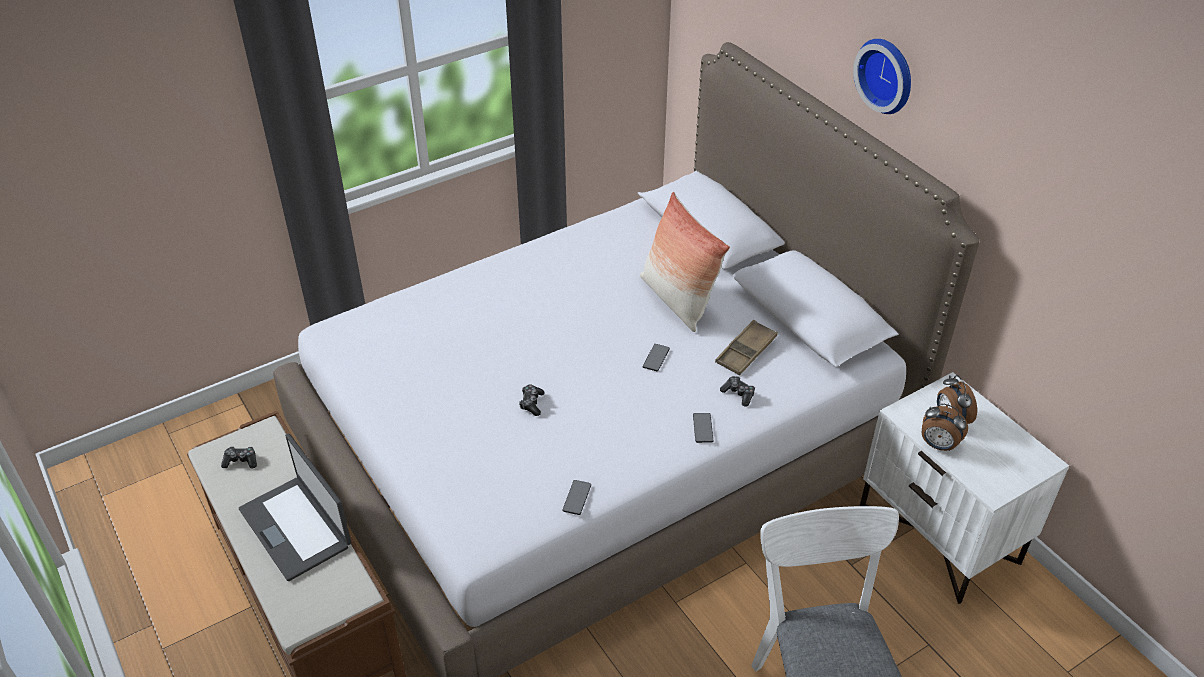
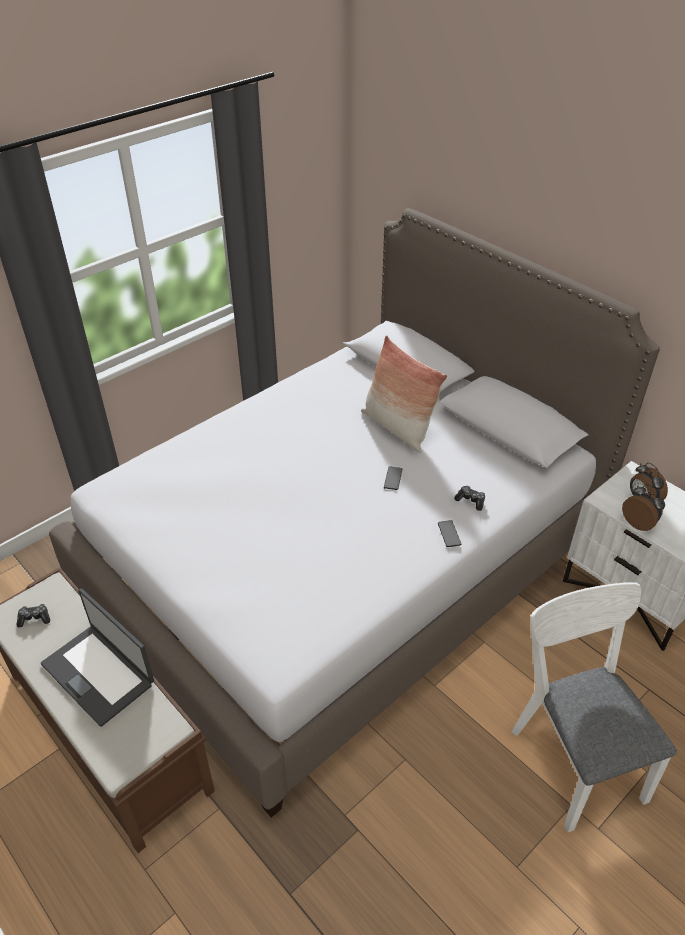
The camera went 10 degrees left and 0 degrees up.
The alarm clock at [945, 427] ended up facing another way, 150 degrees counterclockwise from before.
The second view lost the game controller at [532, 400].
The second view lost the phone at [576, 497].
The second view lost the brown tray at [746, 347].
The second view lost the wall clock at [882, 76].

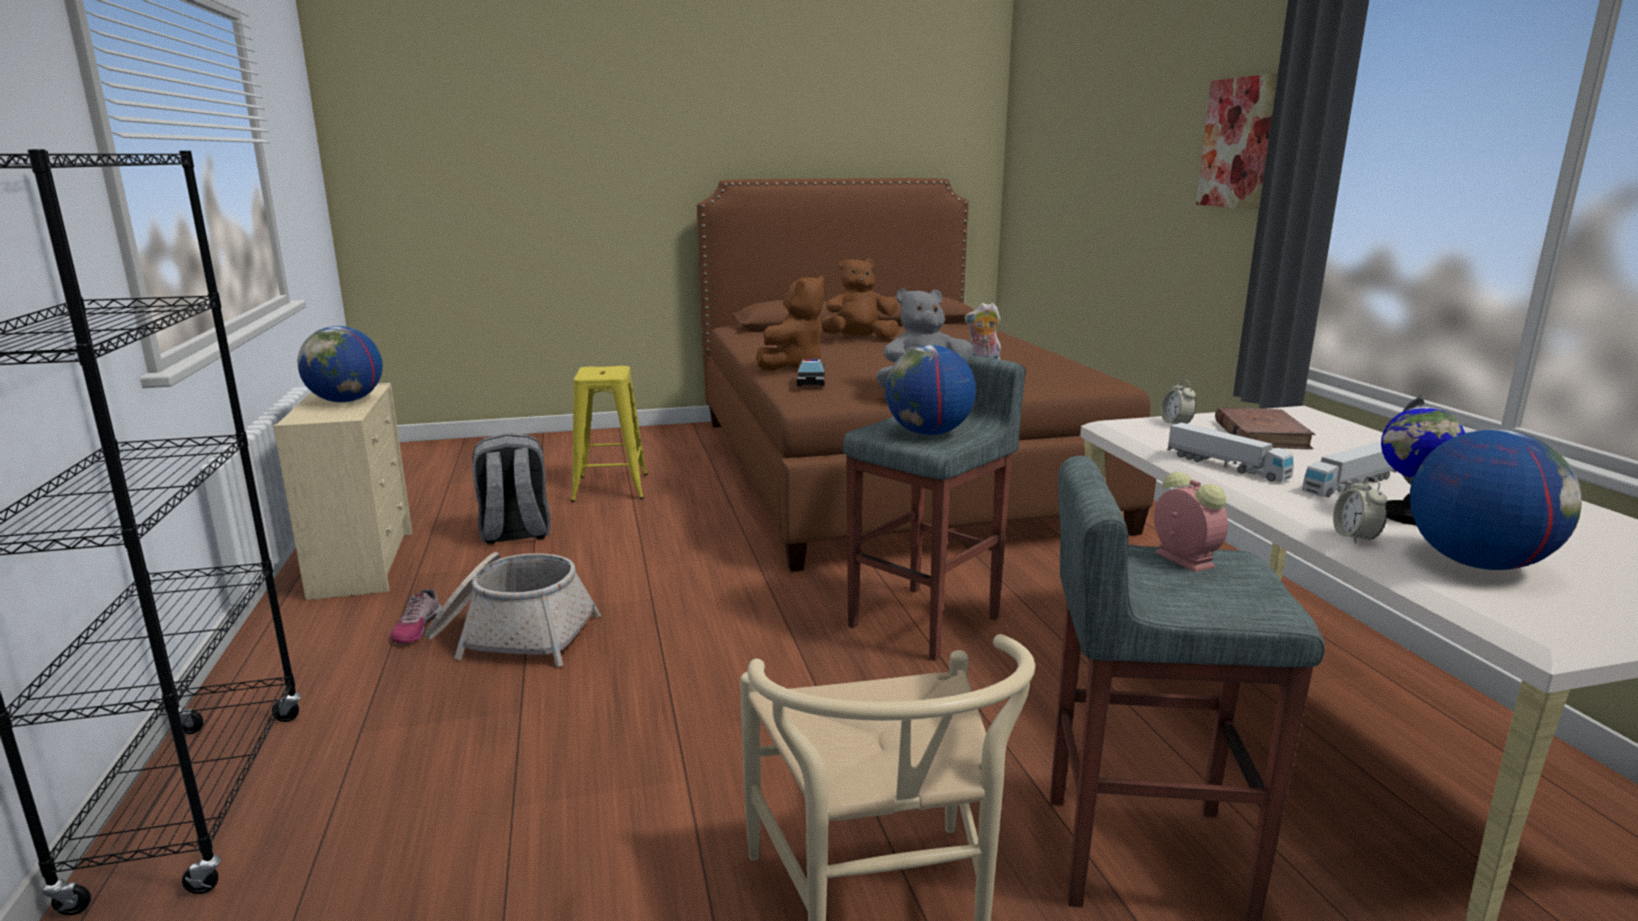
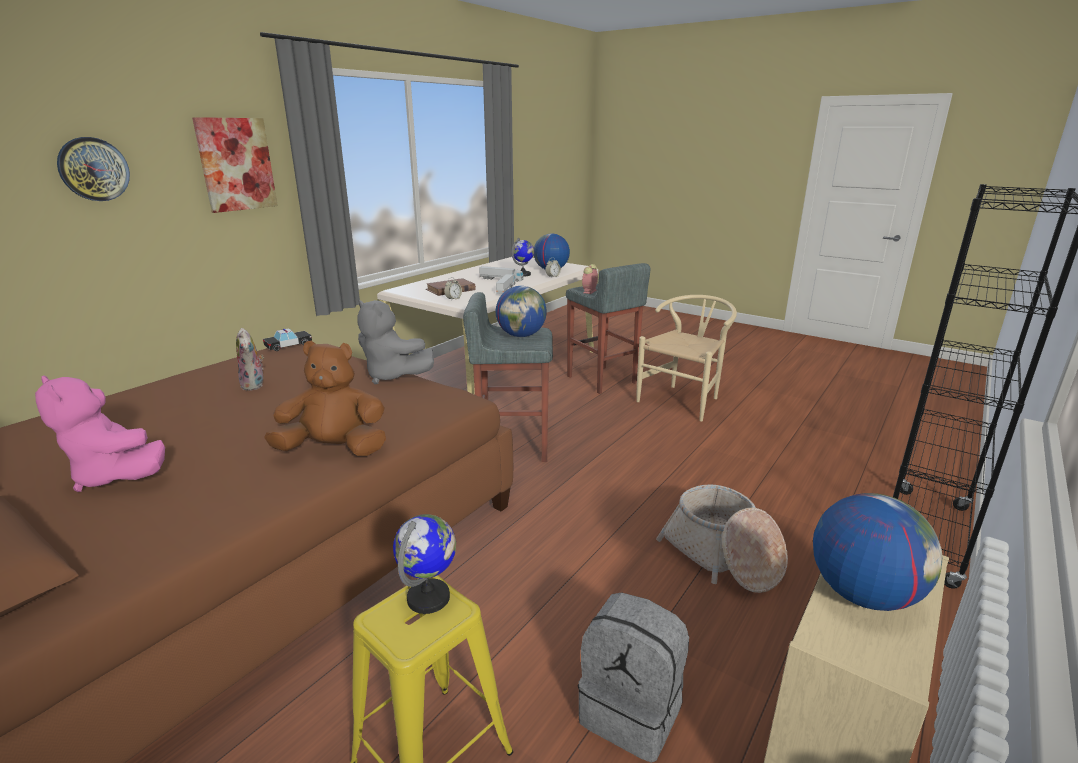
The camera went 130 degrees left and 5 degrees up.
What was the brown plush toy at [860, 298] turned into the pink plush toy at [100, 433].
The second view gained the wall clock at [93, 169].
The toy car ended up elsewhere, having gone from [811, 372] to [287, 339].
The second view gained the globe at [424, 564].
The second view lost the shoe at [416, 616].

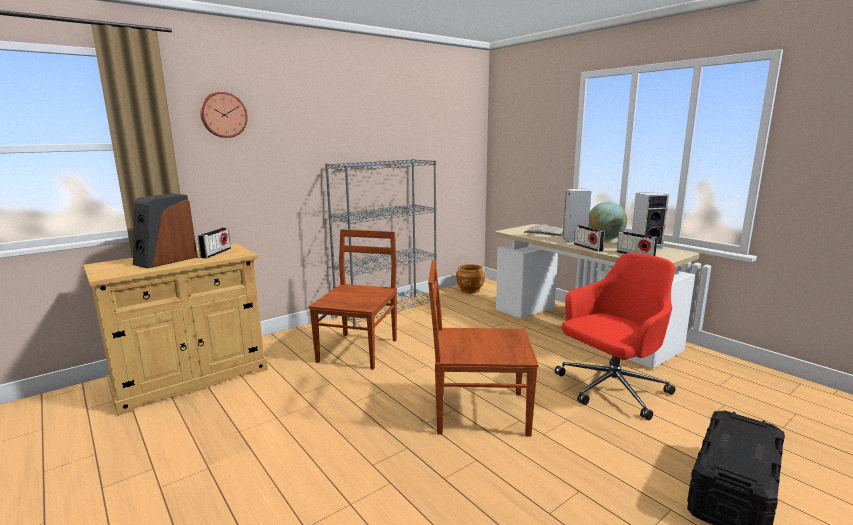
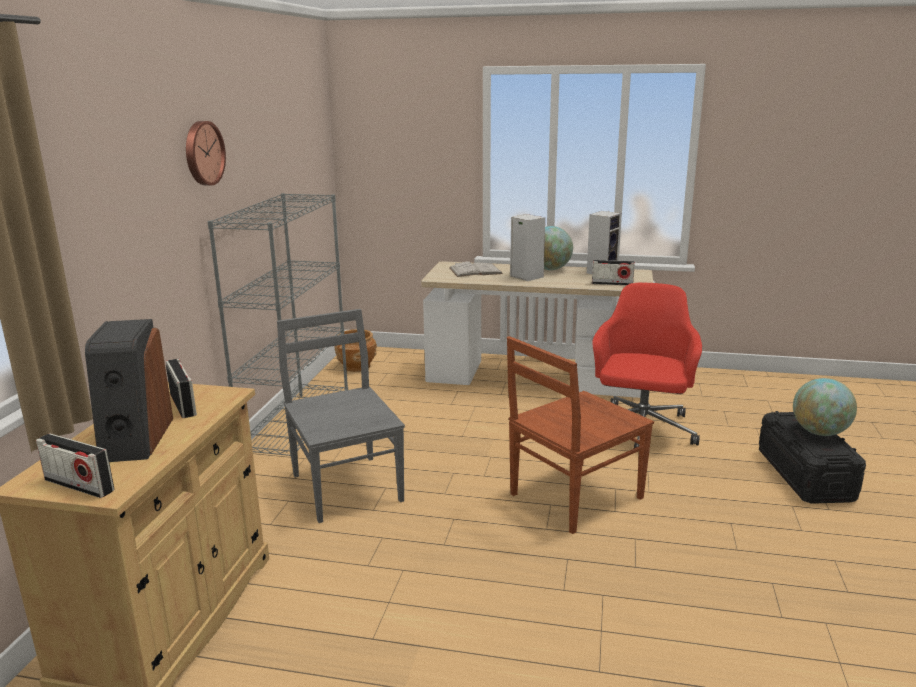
The camera went 40 degrees left and 5 degrees up.
The radio ended up elsewhere, having gone from [589, 238] to [75, 465].
The wall clock ended up elsewhere, having gone from [224, 115] to [206, 153].
What was the brown chair at [353, 299] turned into the grey chair at [341, 416].
The second view gained the globe at [825, 407].

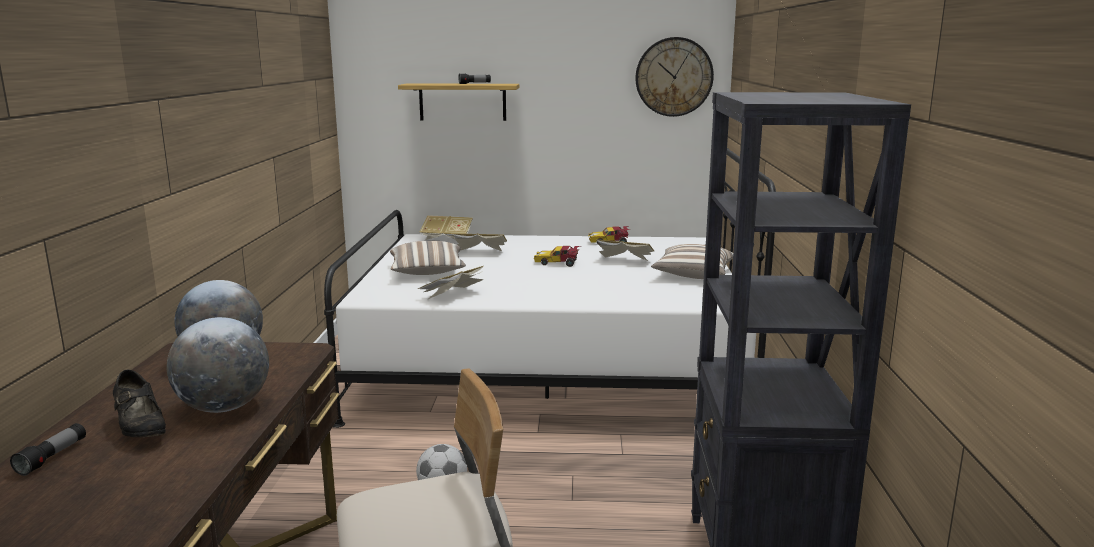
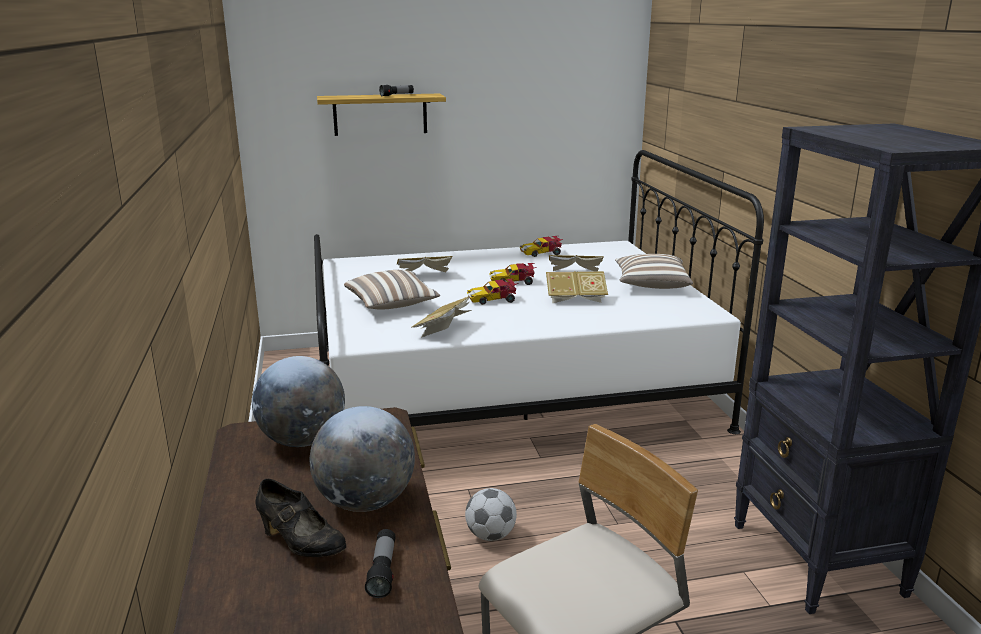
The camera went 15 degrees left and 5 degrees up.
The flashlight ended up elsewhere, having gone from [48, 449] to [380, 563].
The second view gained the toy car at [492, 292].
The book ended up elsewhere, having gone from [446, 227] to [577, 287].
The second view lost the wall clock at [674, 77].

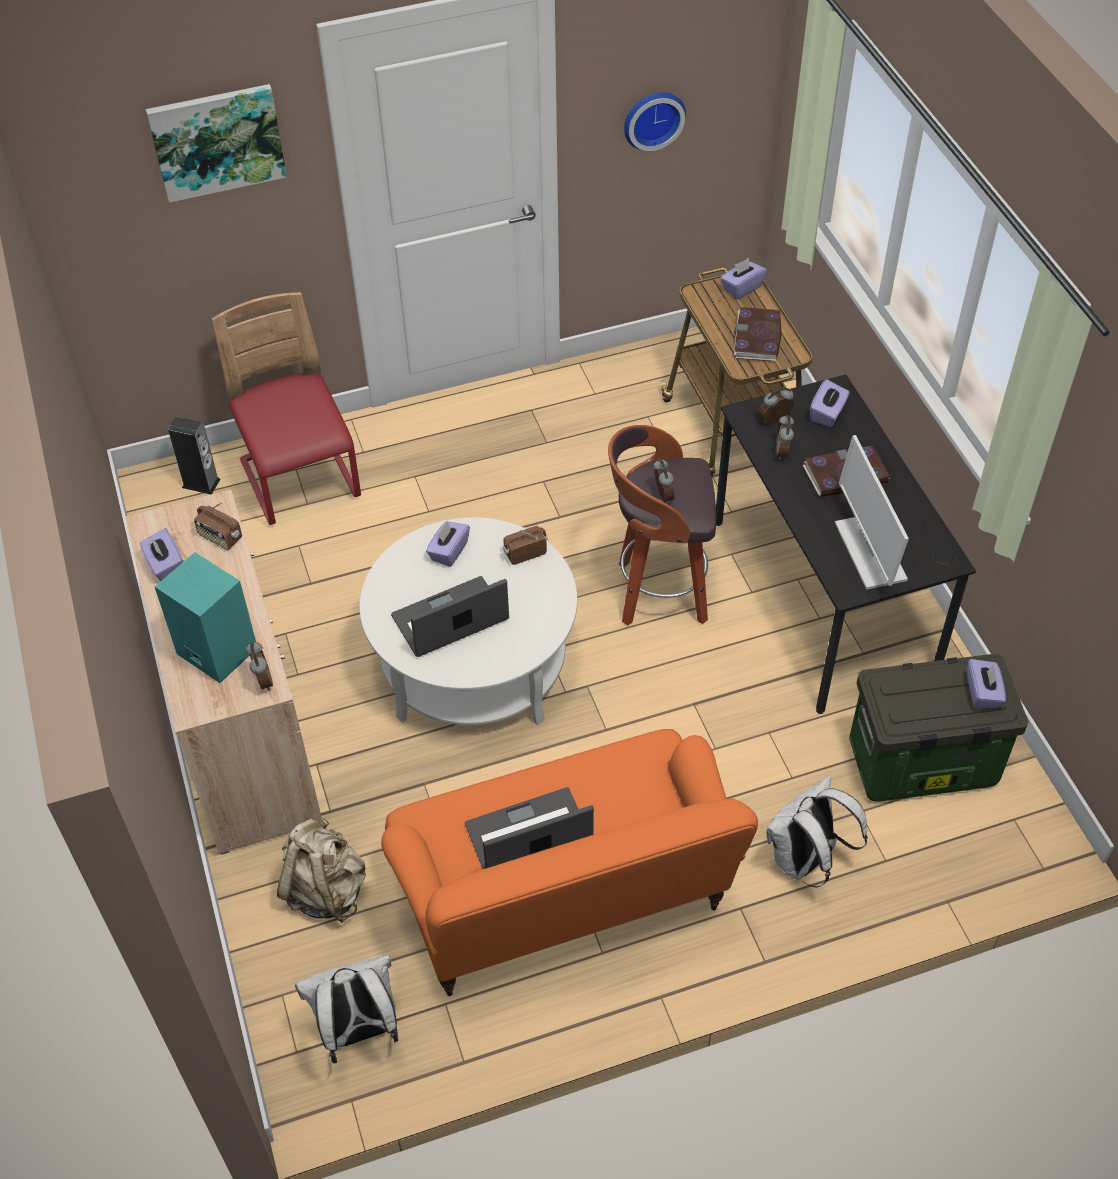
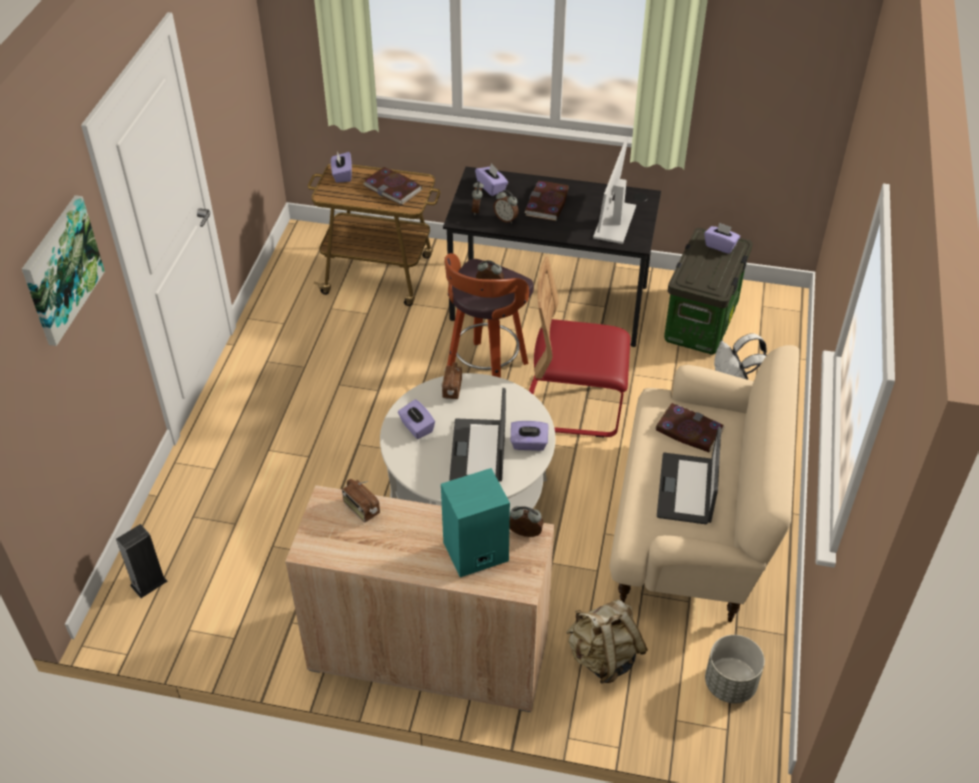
The camera went 60 degrees left and 5 degrees down.
The radio at [218, 526] ended up facing another way, 75 degrees clockwise from before.
The purple tissue box ended up elsewhere, having gone from [161, 555] to [530, 436].
The red chair ended up elsewhere, having gone from [286, 408] to [579, 347].
The monitor at [872, 512] ended up facing another way, 90 degrees clockwise from before.
What was the orange sofa at [569, 862] turned into the beige sofa at [704, 483].
The second view gained the book at [689, 427].
Where the white backpack stood at [346, 1009], the grey planter came to stand at [735, 669].
The second view lost the wall clock at [655, 121].

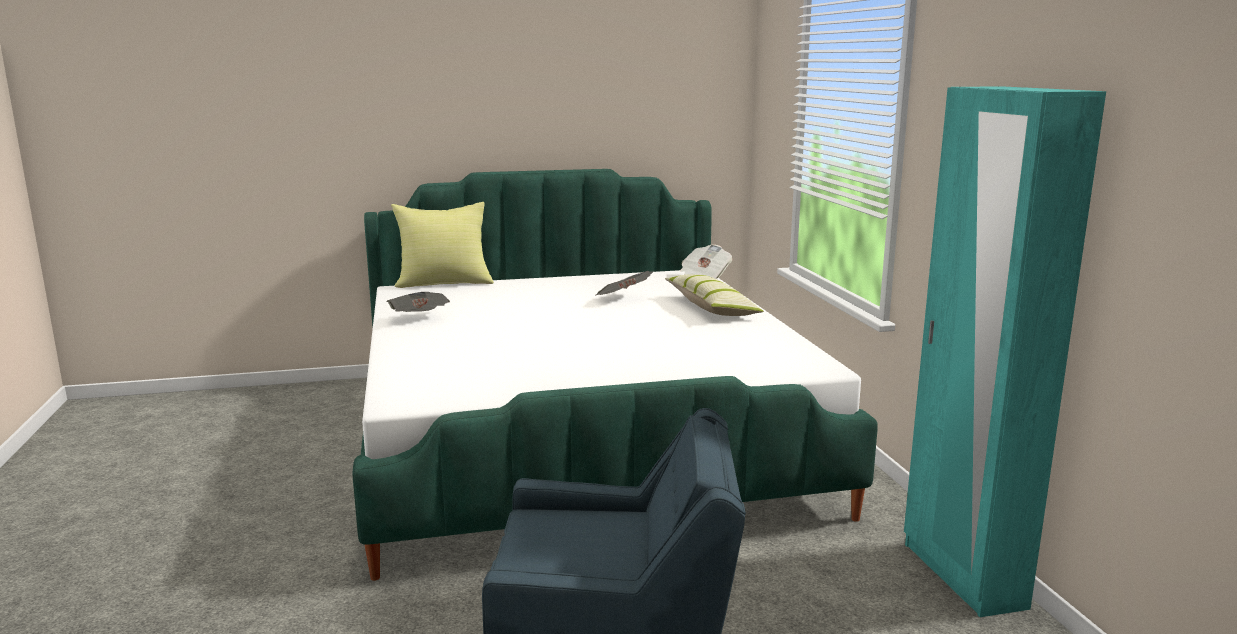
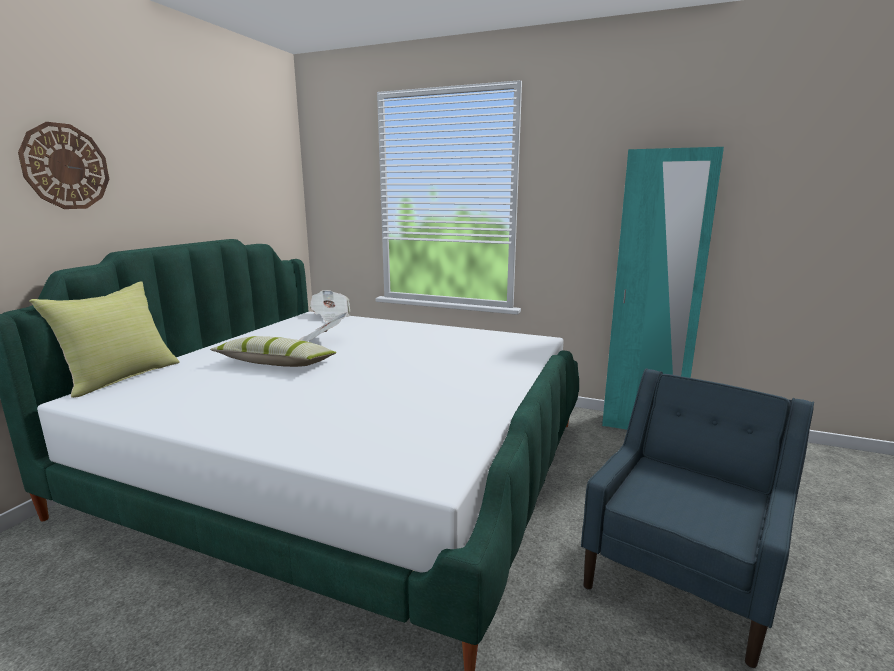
The camera went 55 degrees left and 0 degrees up.
The second view gained the wall clock at [63, 165].
The pillow ended up elsewhere, having gone from [714, 295] to [273, 351].
The second view lost the newspaper at [418, 302].

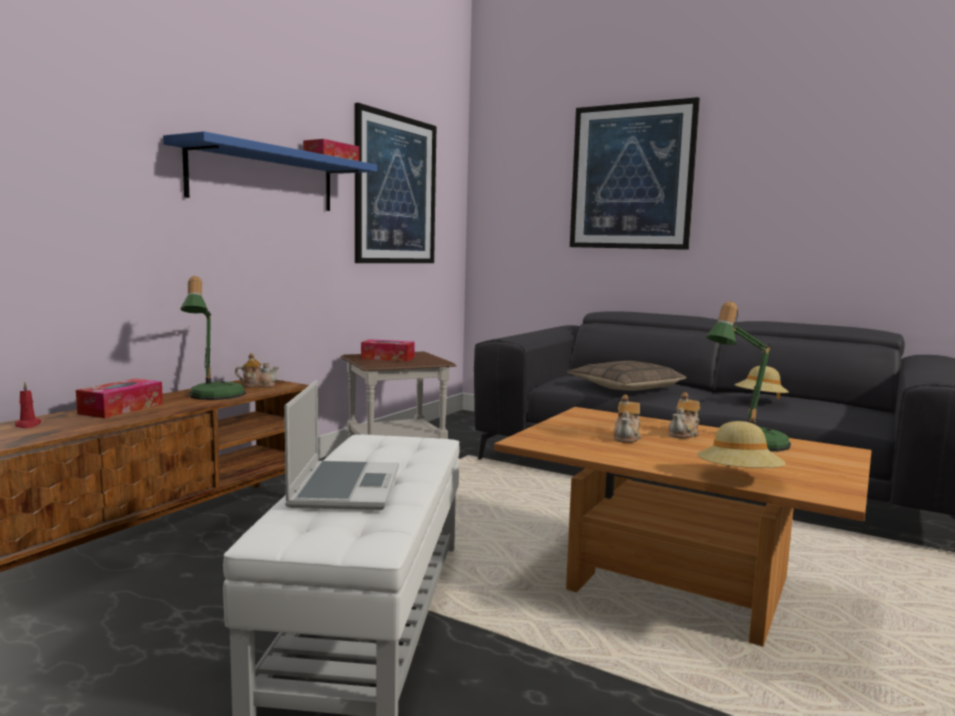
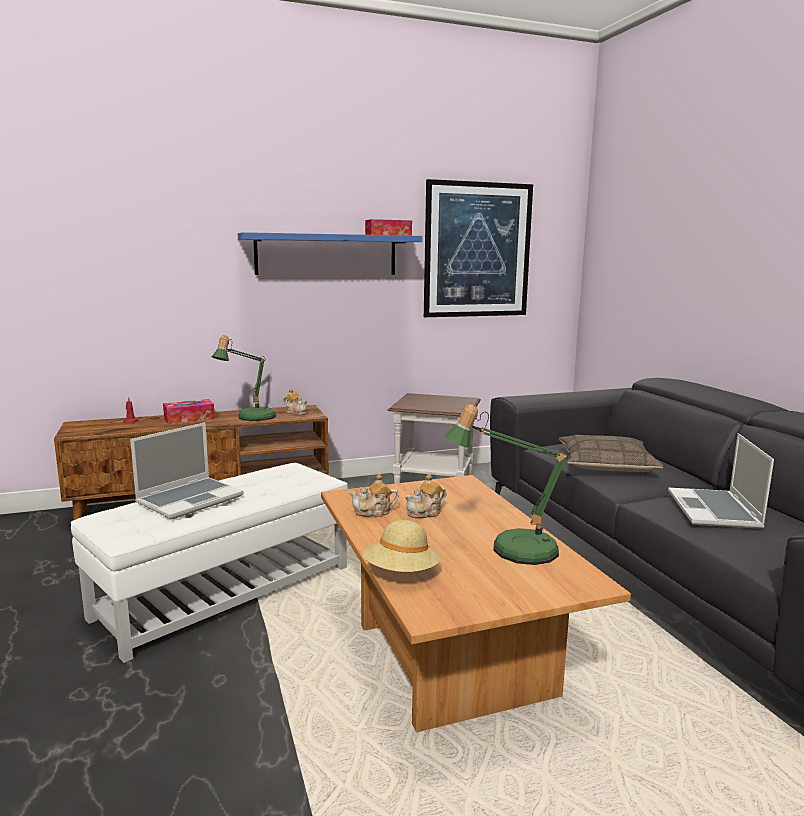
The camera went 40 degrees right and 5 degrees up.
The teapot ended up elsewhere, having gone from [684, 415] to [374, 495].
Where the beige hat stood at [761, 382], the laptop came to stand at [721, 481].
The second view lost the tissue box at [388, 350].
The second view lost the picture at [635, 173].

